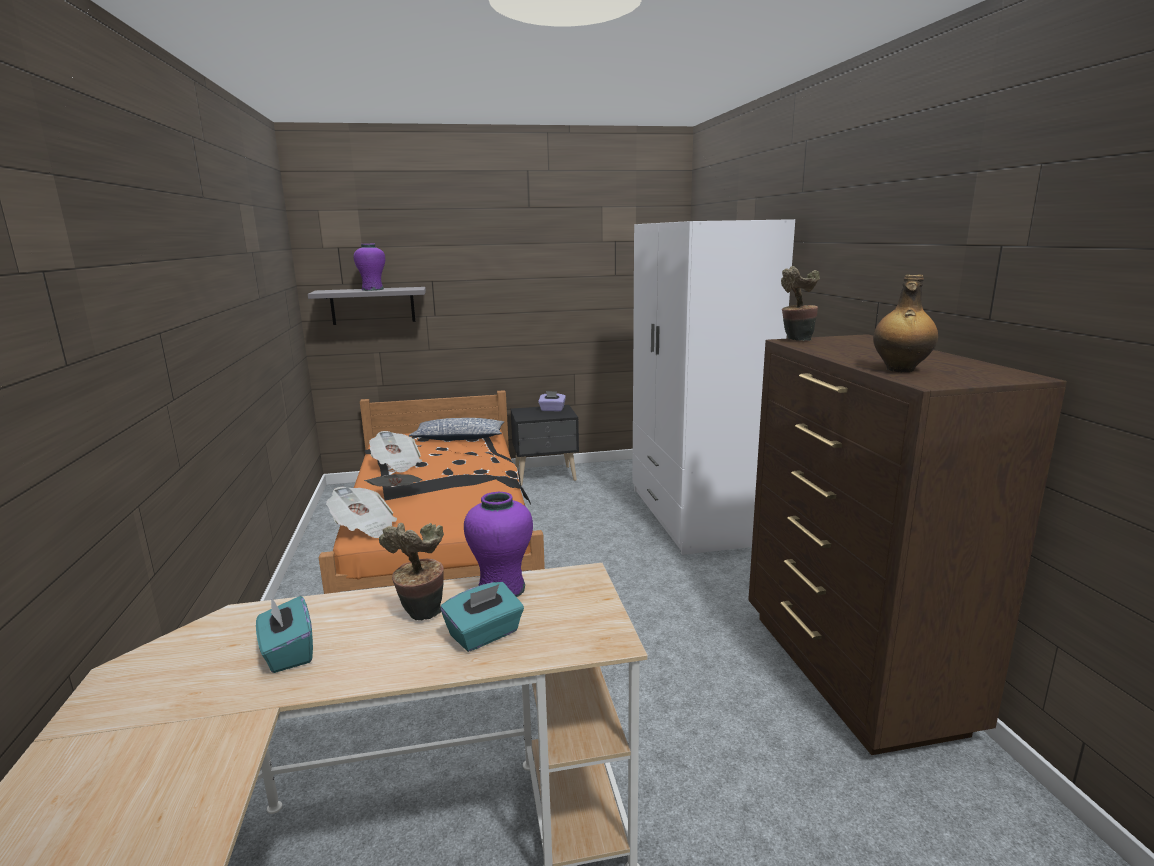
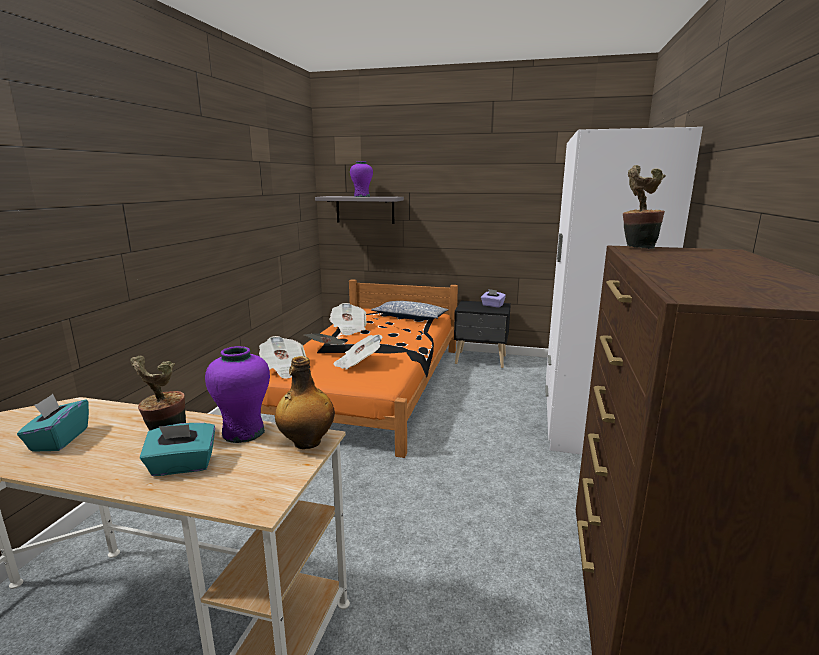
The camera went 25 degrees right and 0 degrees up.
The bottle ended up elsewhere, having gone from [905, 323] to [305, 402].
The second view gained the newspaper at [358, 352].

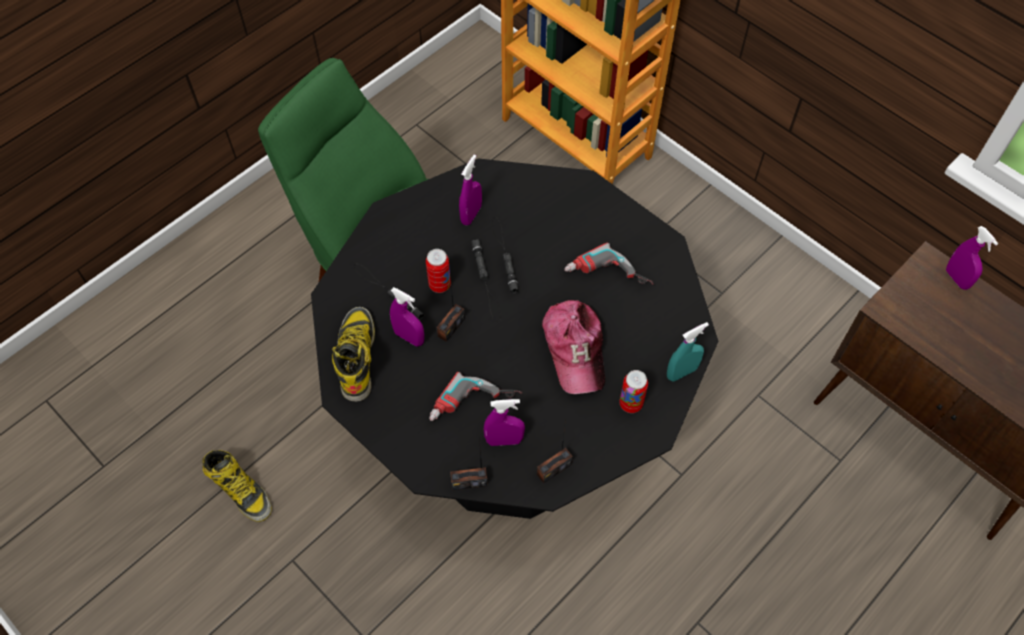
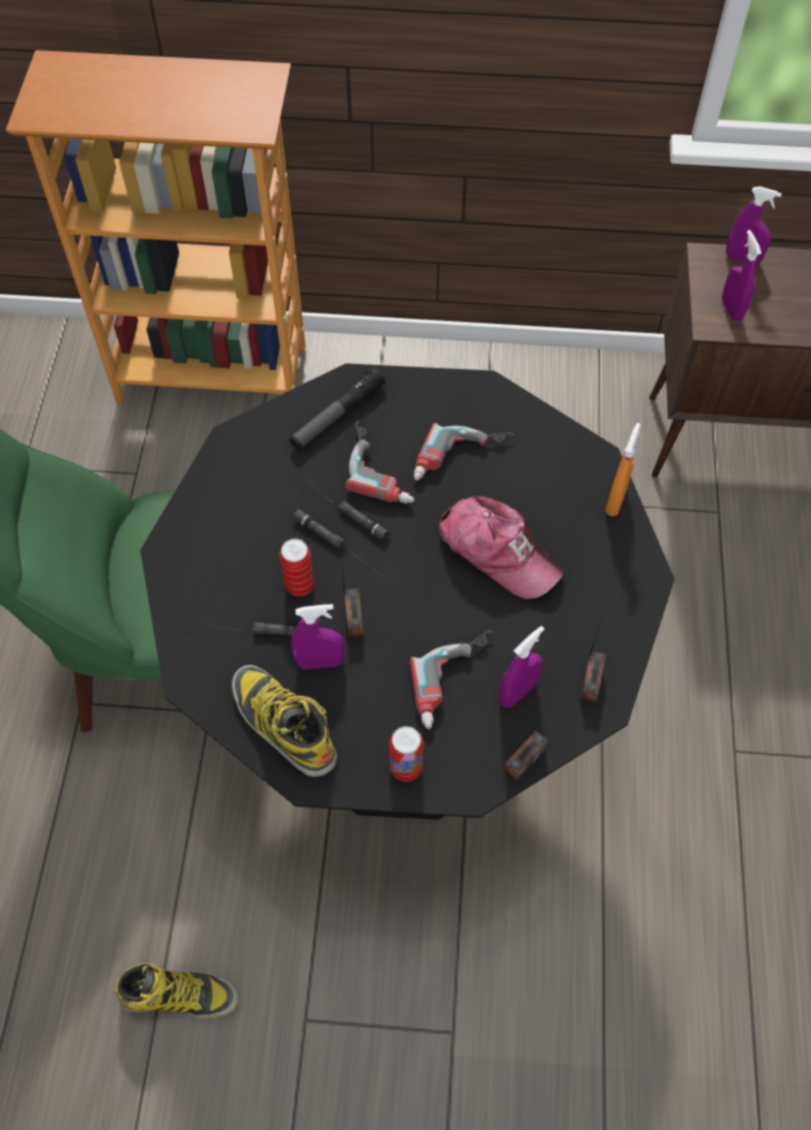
The camera went 40 degrees left and 0 degrees up.
The second view gained the flashlight at [337, 409].
The second view gained the power drill at [380, 462].
The can ended up elsewhere, having gone from [633, 391] to [406, 753].
What was the turquoise spray bottle at [688, 352] turned into the orange spray bottle at [623, 469].
The purple spray bottle ended up elsewhere, having gone from [470, 190] to [742, 275].

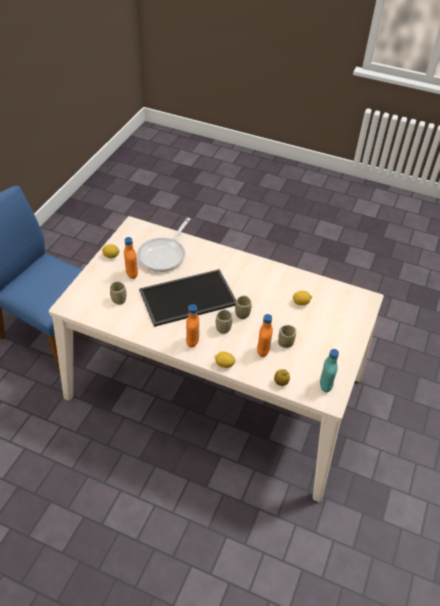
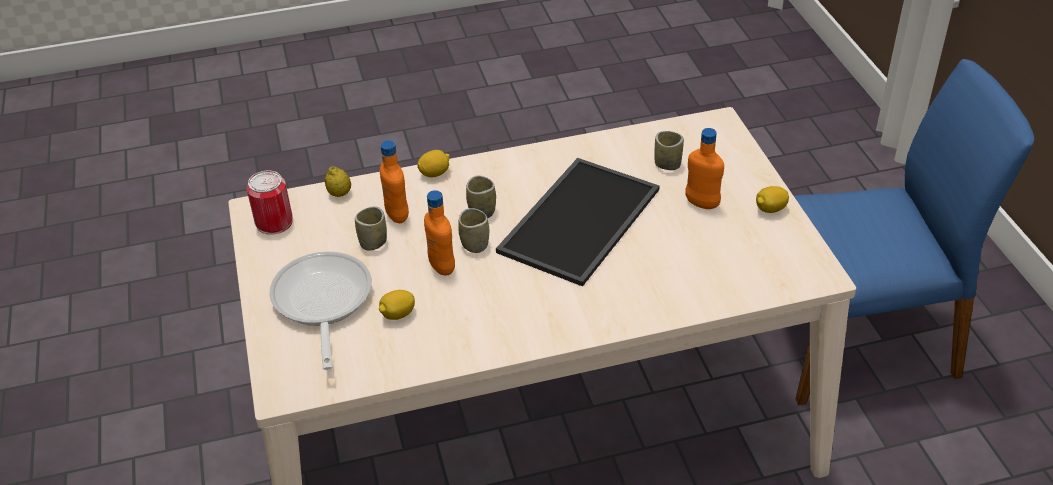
The camera went 145 degrees right and 5 degrees down.
Where the turquoise bottle stood at [329, 370], the can came to stand at [270, 203].
The frying pan ended up elsewhere, having gone from [163, 245] to [320, 310].
The orange bottle ended up elsewhere, having gone from [192, 326] to [439, 232].

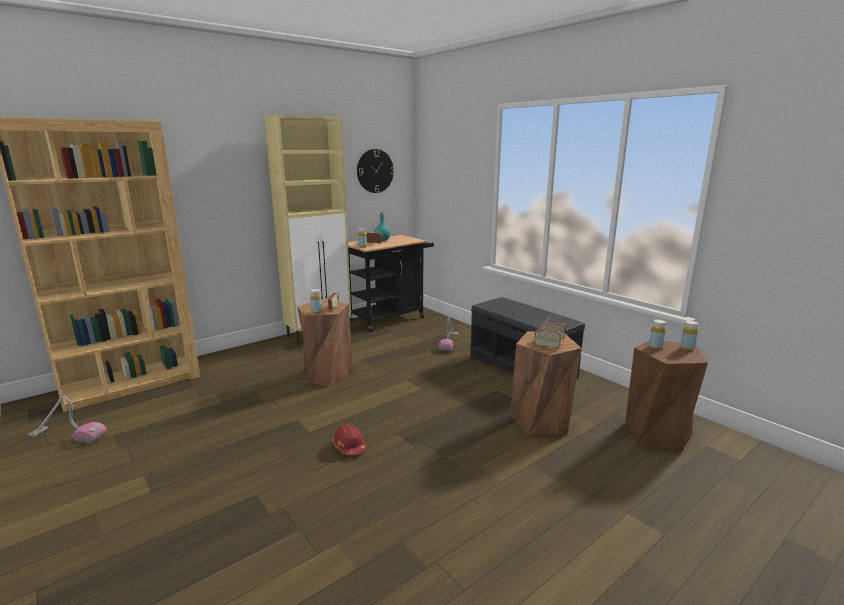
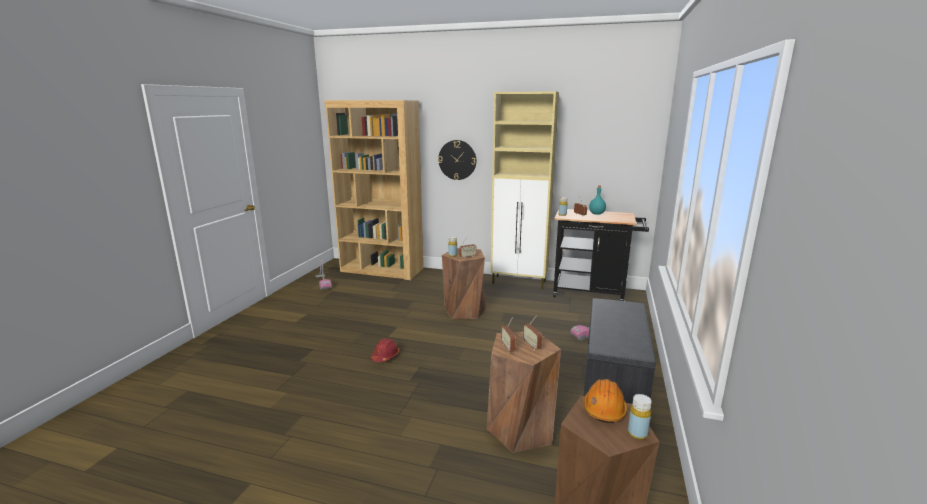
The camera went 55 degrees right and 0 degrees up.
The wall clock ended up elsewhere, having gone from [375, 171] to [457, 160].
Where the yellow bottle stood at [657, 334], the orange hard hat came to stand at [605, 401].

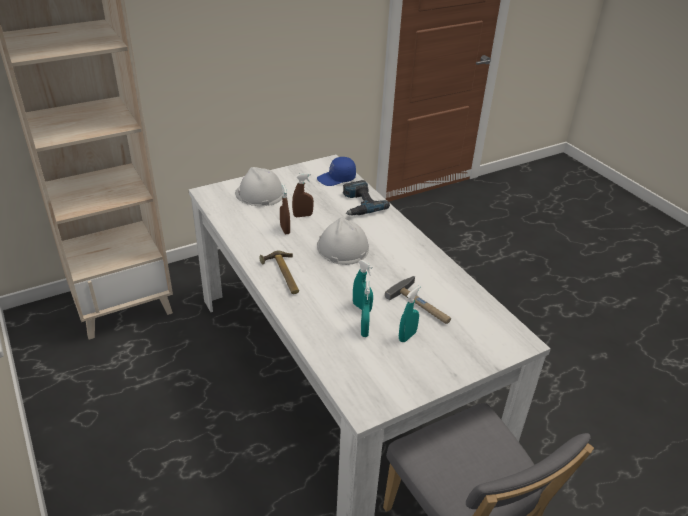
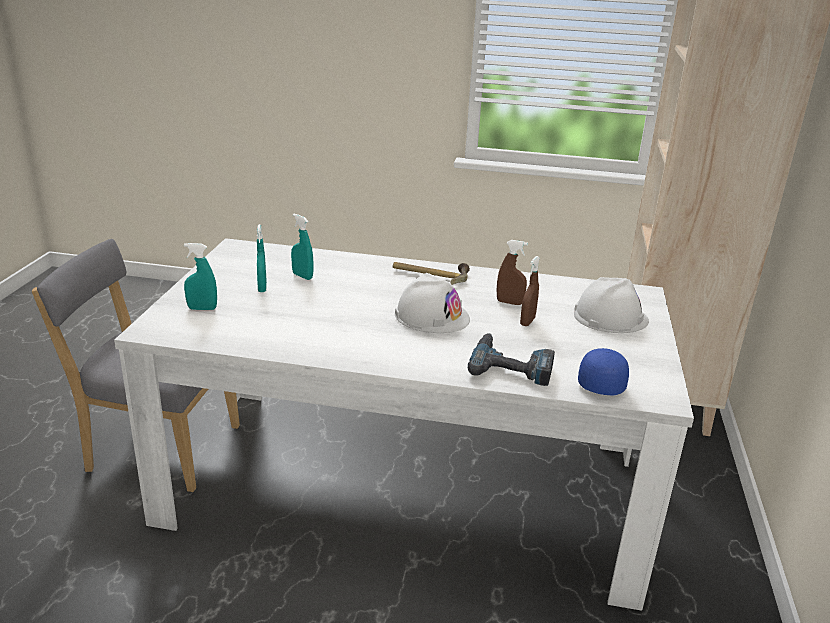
The camera went 130 degrees right and 10 degrees down.
The turquoise spray bottle ended up elsewhere, having gone from [363, 285] to [200, 276].
The second view lost the hammer at [418, 300].

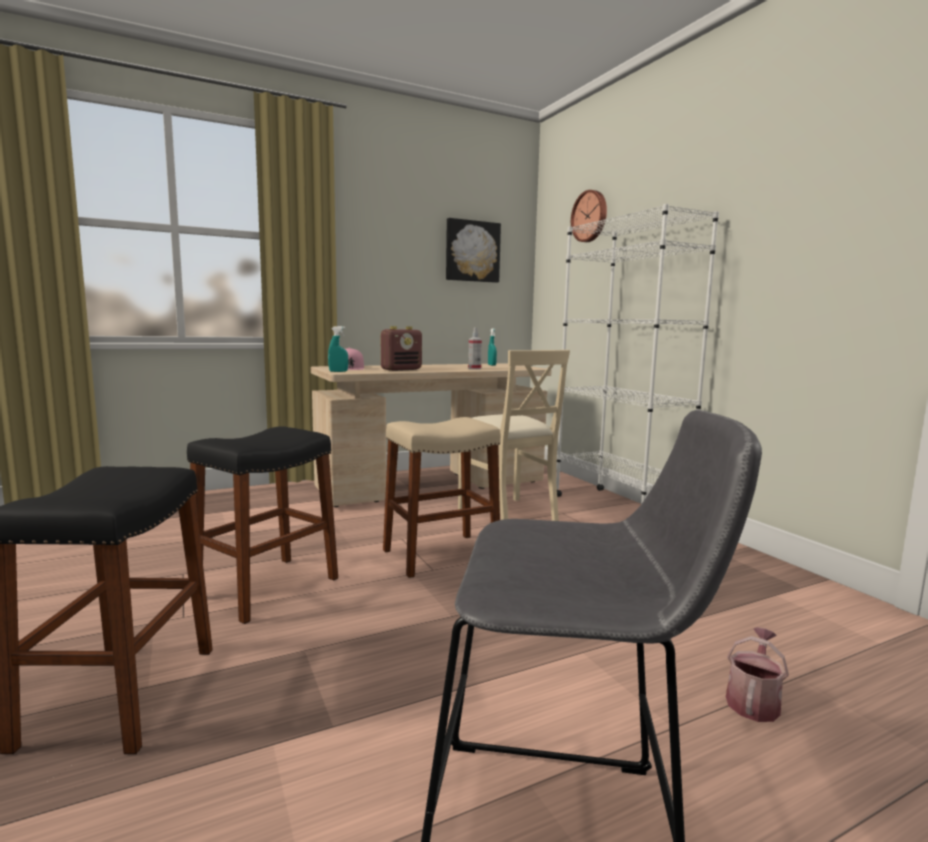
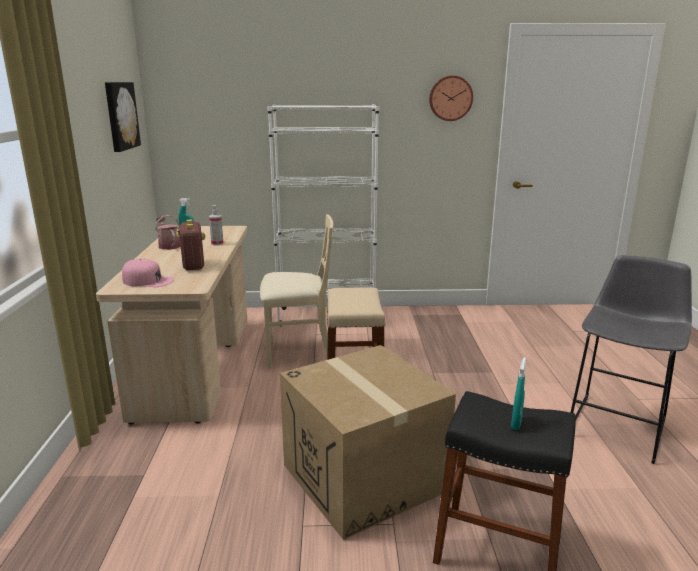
The camera went 65 degrees left and 10 degrees up.
The watering can ended up elsewhere, having gone from [757, 674] to [168, 232].
Where the black stool stood at [262, 525], the cardboard box came to stand at [368, 442].
The wall clock ended up elsewhere, having gone from [589, 216] to [451, 98].
The turquoise spray bottle ended up elsewhere, having gone from [338, 349] to [518, 393].

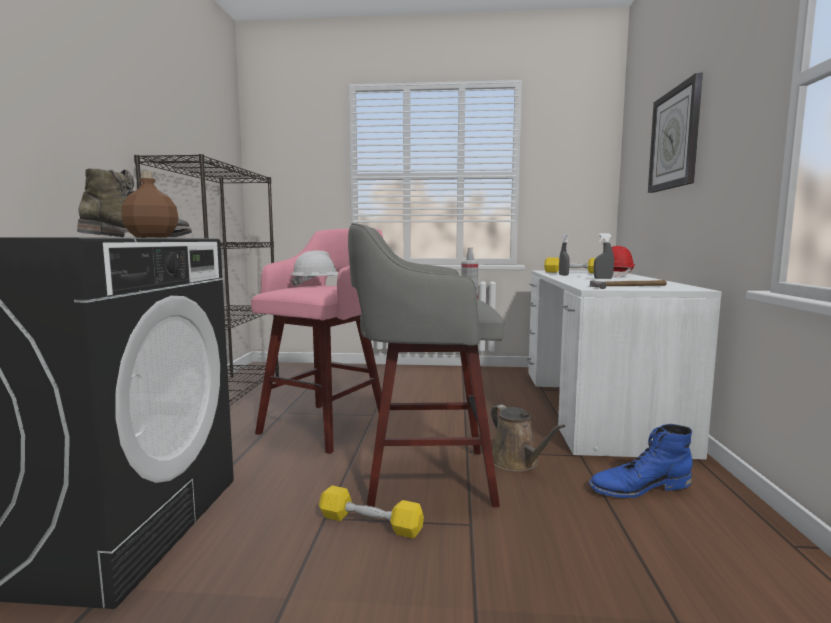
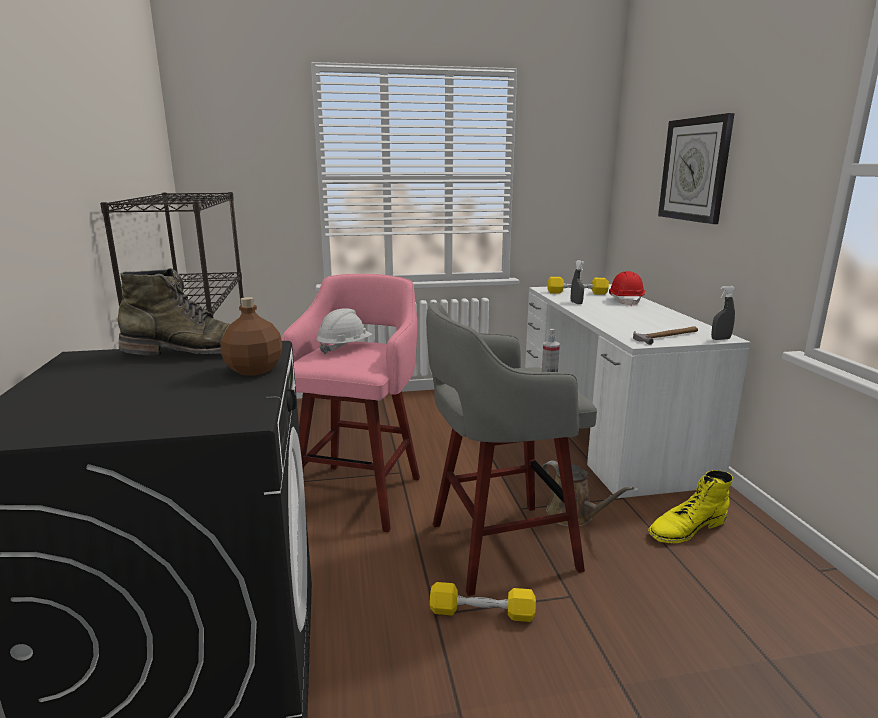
The camera went 15 degrees left and 10 degrees up.
What was the blue boot at [641, 461] turned into the yellow boot at [690, 506].
The grey spray bottle ended up elsewhere, having gone from [604, 256] to [723, 313].

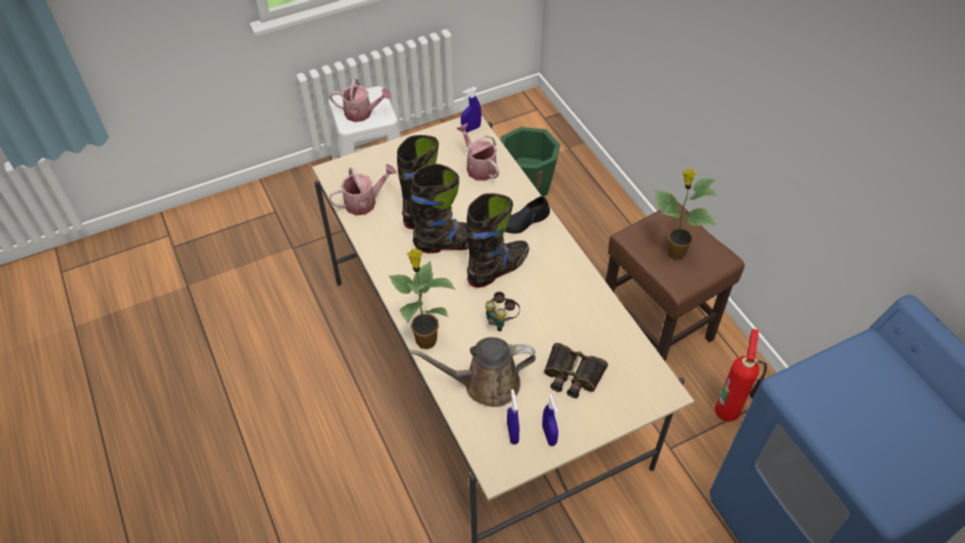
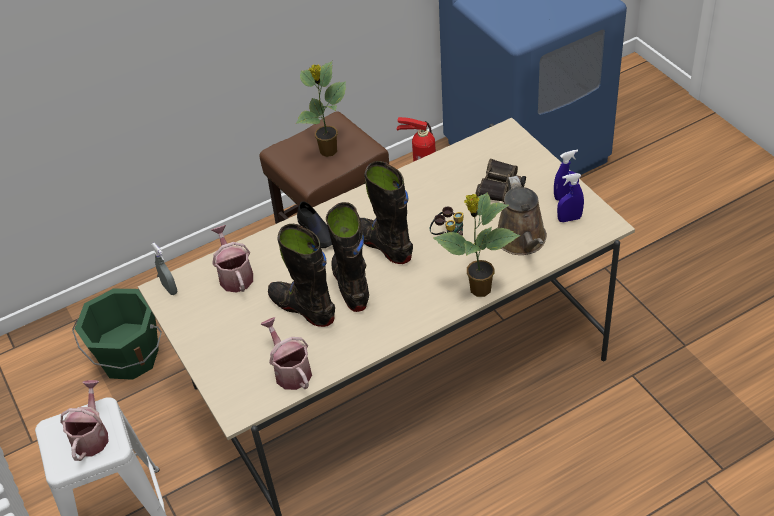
The camera went 90 degrees left and 5 degrees down.
What was the blue spray bottle at [471, 110] turned into the grey spray bottle at [164, 269].
The watering can at [477, 152] ended up facing another way, 105 degrees clockwise from before.

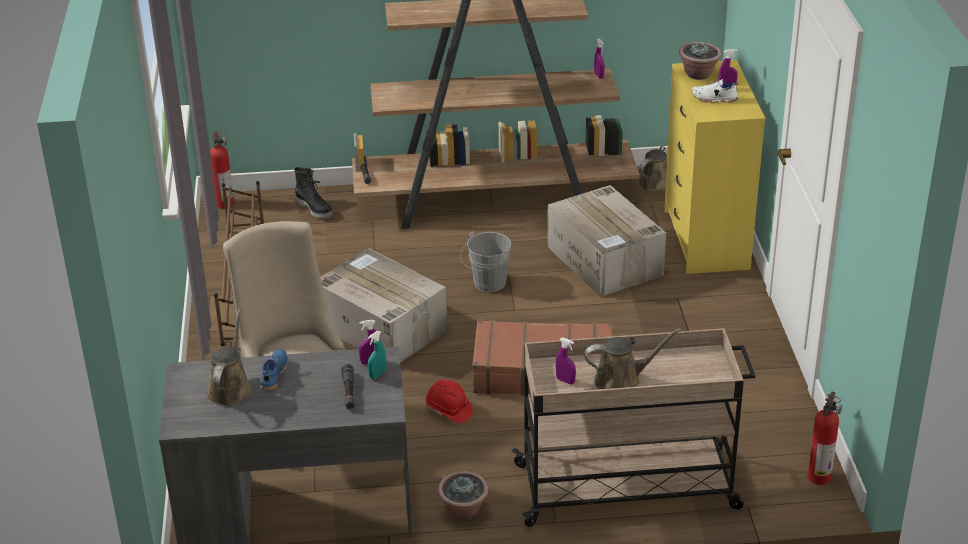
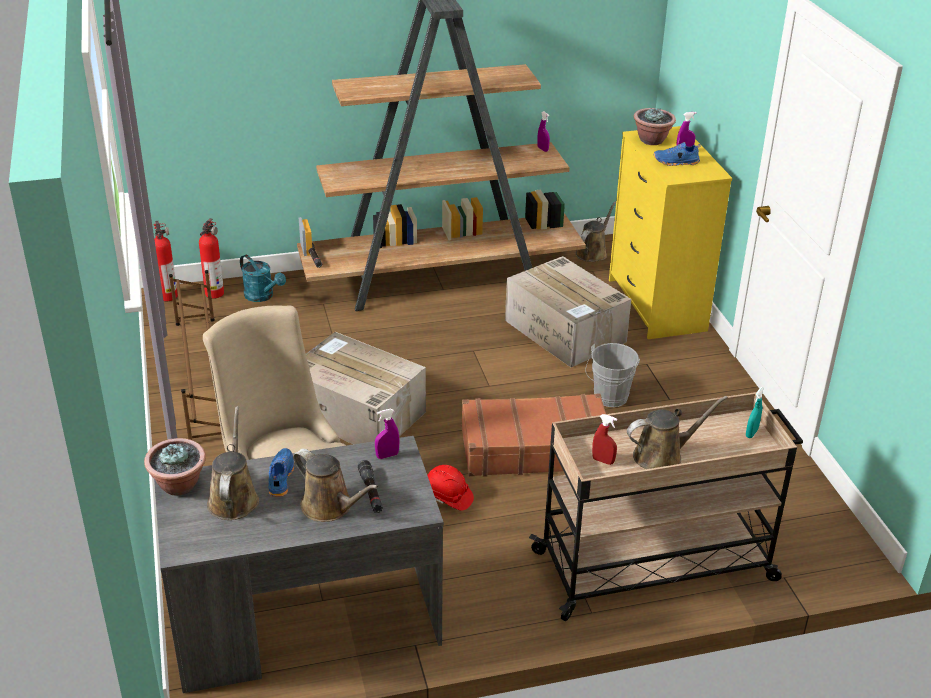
The camera went 10 degrees left and 0 degrees up.
The potted plant ended up elsewhere, having gone from [463, 495] to [175, 467].
The fire extinguisher ended up elsewhere, having gone from [824, 438] to [211, 258].
Where the black boot stood at [313, 193], the turquoise watering can came to stand at [263, 278].
The second view gained the brown watering can at [336, 485].
The grey bucket ended up elsewhere, having gone from [486, 261] to [612, 375].
What was the purple spray bottle at [565, 360] turned into the red spray bottle at [604, 439].
What was the white shoe at [715, 91] turned into the blue shoe at [677, 154].
The turquoise spray bottle ended up elsewhere, having gone from [377, 355] to [755, 412].

